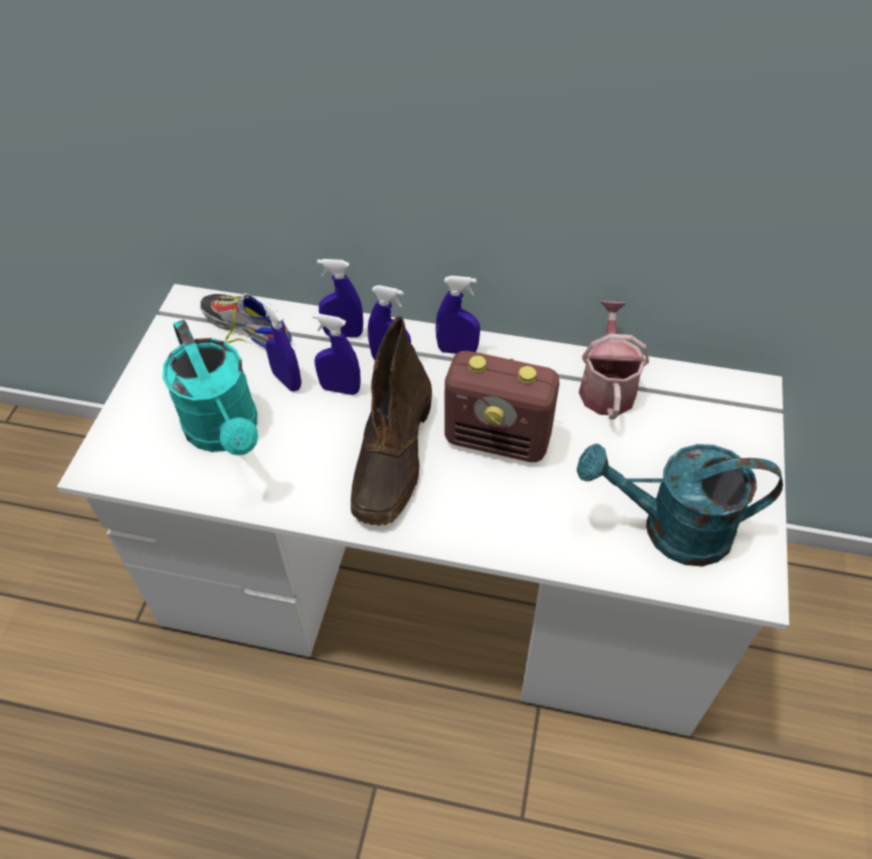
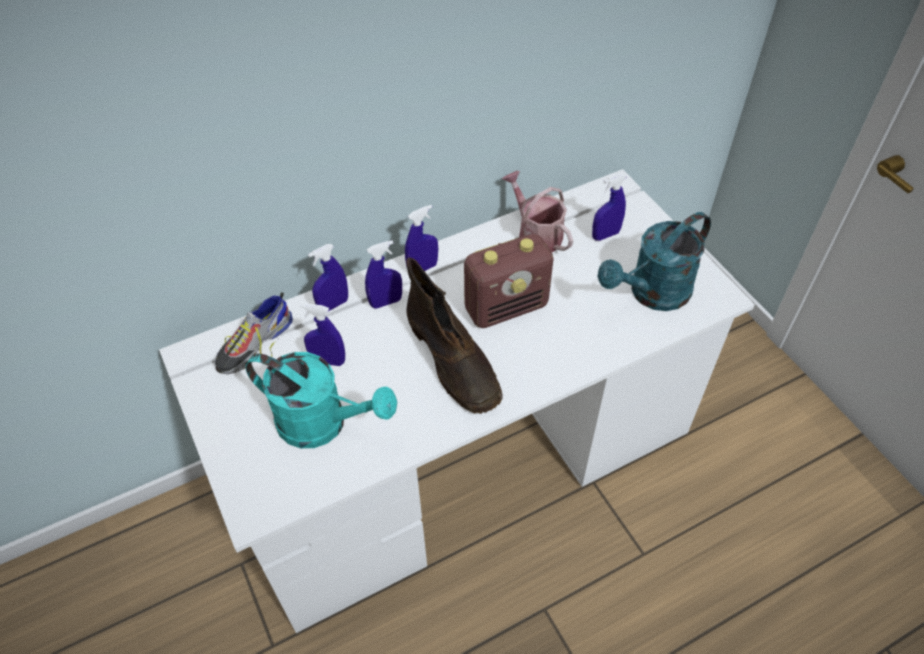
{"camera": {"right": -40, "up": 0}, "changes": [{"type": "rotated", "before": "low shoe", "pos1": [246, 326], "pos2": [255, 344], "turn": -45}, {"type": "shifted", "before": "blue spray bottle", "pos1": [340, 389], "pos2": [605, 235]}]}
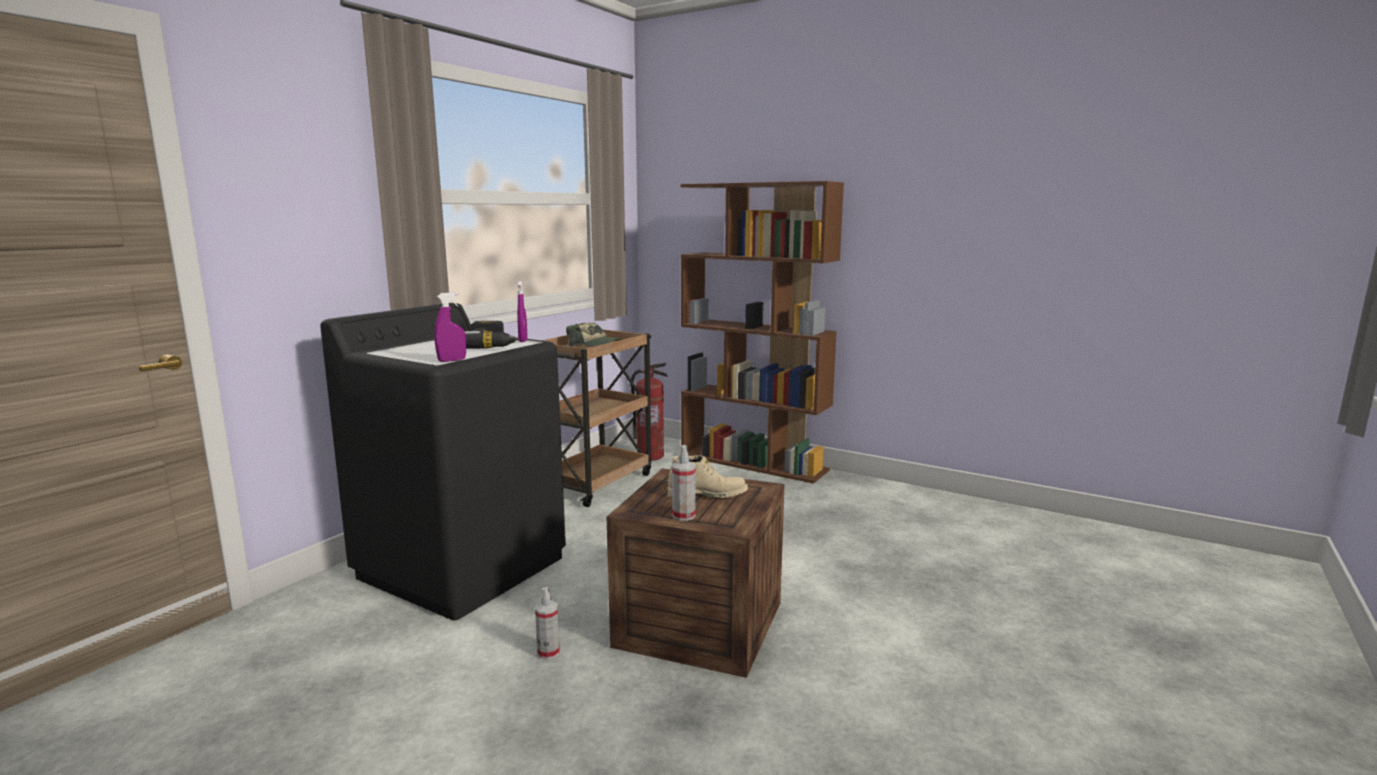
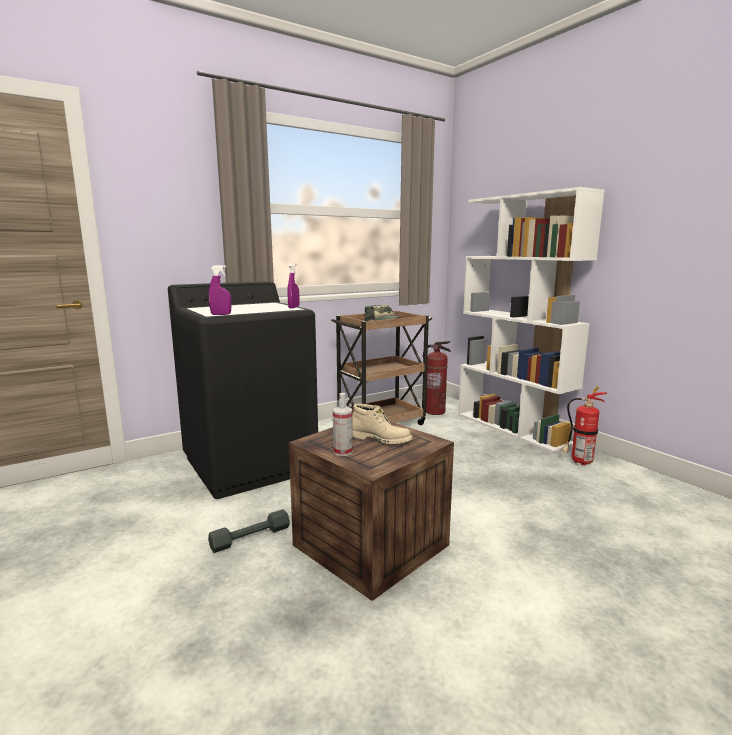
{"camera": {"right": 25, "up": 0}, "changes": [{"type": "repainted", "before": "brownish bookshelf", "after": "white bookshelf", "pos1": [754, 463], "pos2": [513, 428]}, {"type": "gone", "before": "drill", "pos1": [492, 346]}, {"type": "swapped", "before": "spray bottle", "after": "greyish hand weight", "pos1": [548, 652], "pos2": [250, 537]}, {"type": "new", "after": "fire-fighting cylinder", "pos2": [578, 462]}]}
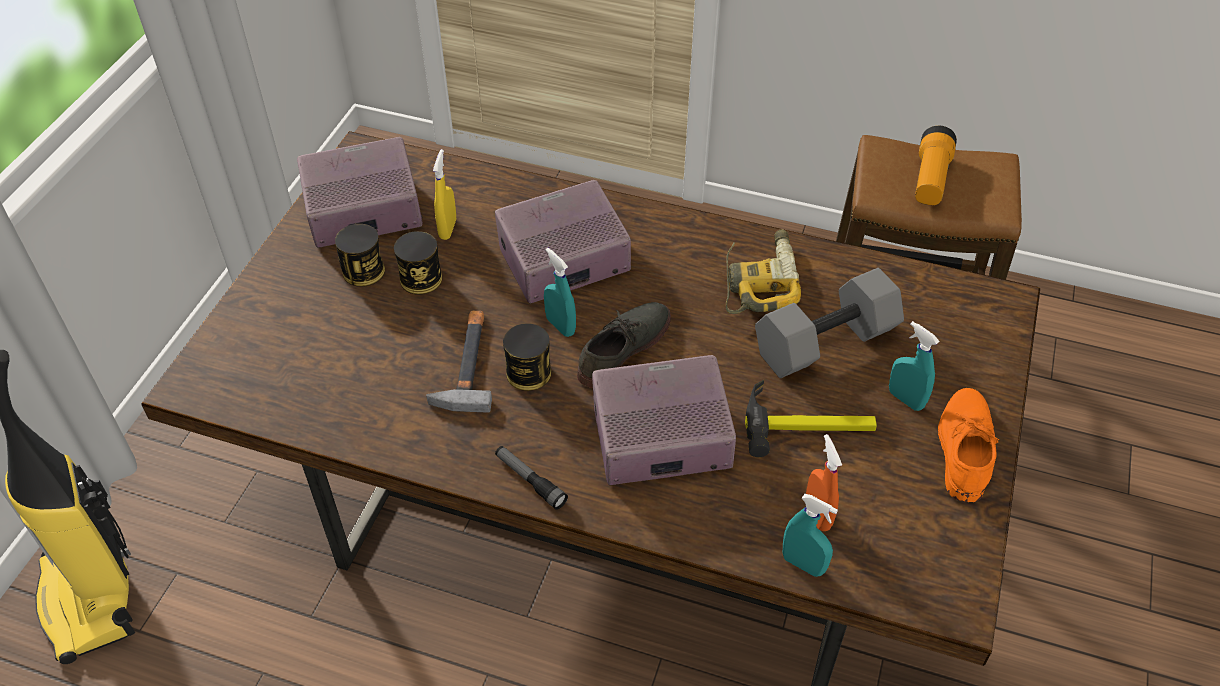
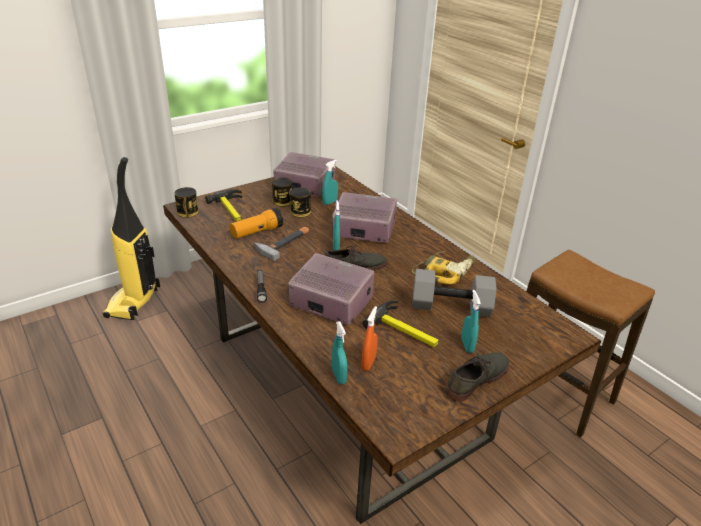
{"camera": {"right": 35, "up": -15}, "changes": [{"type": "shifted", "before": "torch", "pos1": [930, 179], "pos2": [257, 232]}, {"type": "repainted", "before": "yellow-coloured spray bottle", "after": "blue-green spray bottle", "pos1": [448, 229], "pos2": [330, 202]}, {"type": "shifted", "before": "metal can", "pos1": [528, 373], "pos2": [187, 212]}, {"type": "repainted", "before": "orangey low shoe", "after": "greyish low shoe", "pos1": [963, 447], "pos2": [476, 378]}, {"type": "new", "after": "hand hammer", "pos2": [231, 209]}]}
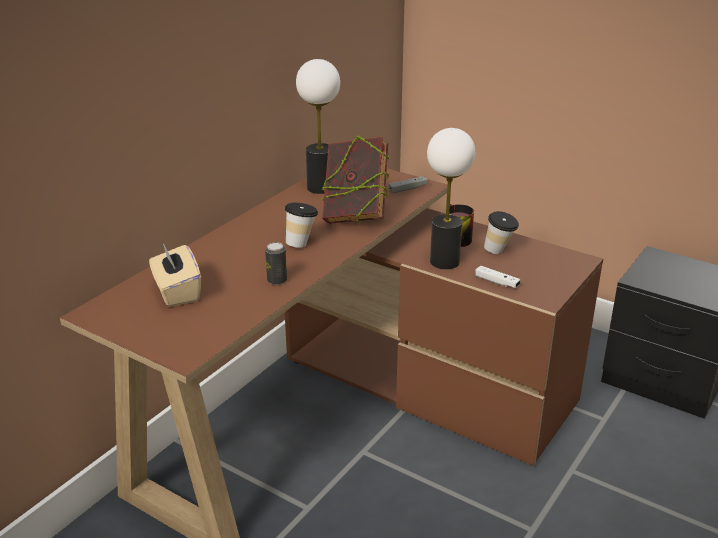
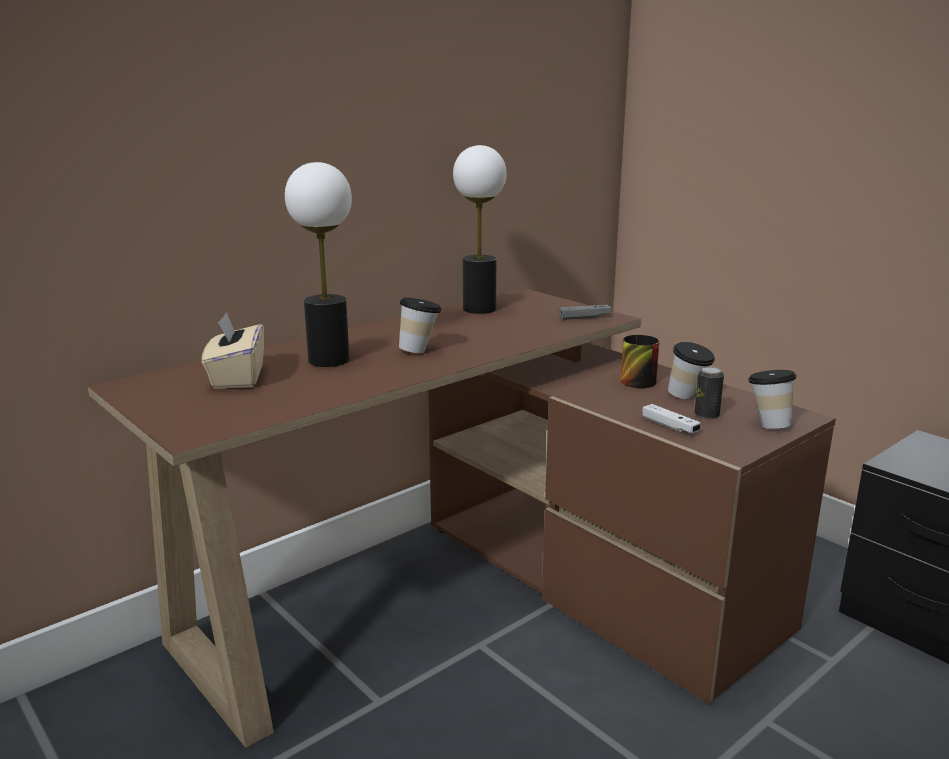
{"camera": {"right": 15, "up": -10}, "changes": [{"type": "shifted", "before": "tabletop lamp", "pos1": [445, 262], "pos2": [329, 360]}, {"type": "gone", "before": "bound book", "pos1": [355, 216]}, {"type": "shifted", "before": "metal can", "pos1": [277, 280], "pos2": [706, 415]}, {"type": "new", "after": "drinking cup", "pos2": [767, 425]}]}
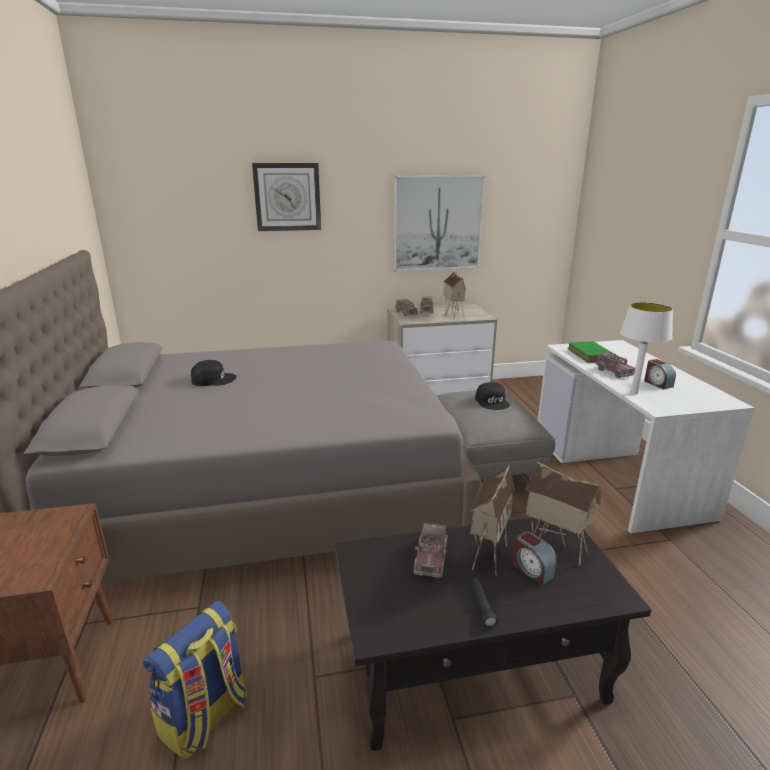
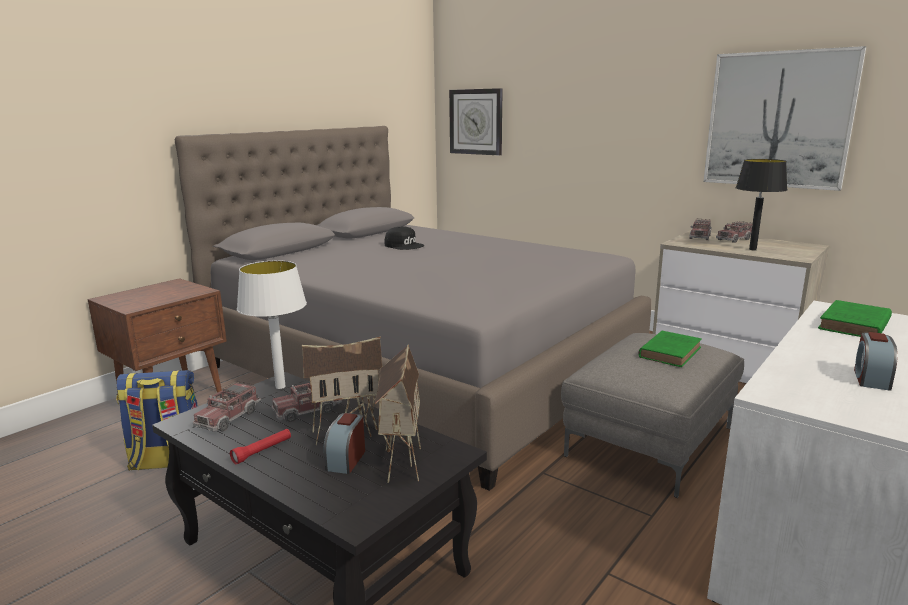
{"camera": {"right": 50, "up": -5}, "changes": [{"type": "shifted", "before": "wall clock", "pos1": [287, 197], "pos2": [476, 122]}, {"type": "swapped", "before": "toy house", "after": "blackish tabletop lamp", "pos1": [453, 316], "pos2": [752, 249]}, {"type": "shifted", "before": "white tabletop lamp", "pos1": [633, 393], "pos2": [280, 386]}, {"type": "shifted", "before": "toy truck", "pos1": [614, 372], "pos2": [228, 418]}, {"type": "swapped", "before": "blackish baseball cap", "after": "greenish bound book", "pos1": [492, 401], "pos2": [670, 352]}, {"type": "repainted", "before": "blackish torch", "after": "red-coloured torch", "pos1": [482, 606], "pos2": [262, 451]}]}
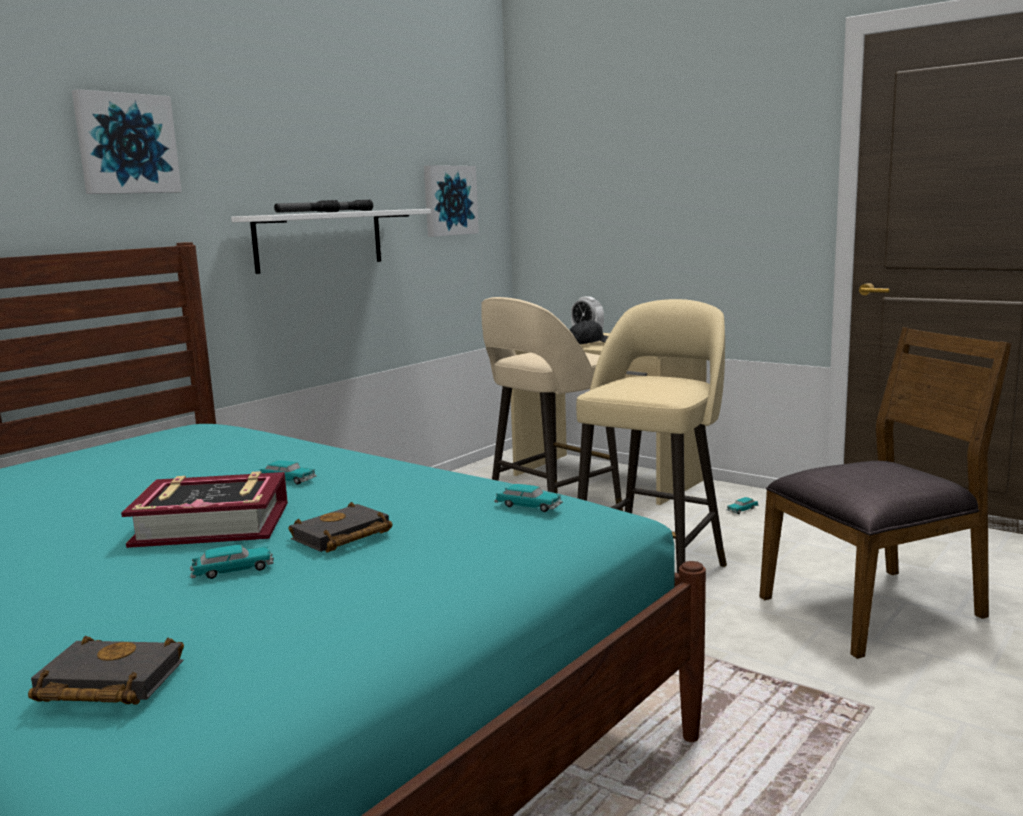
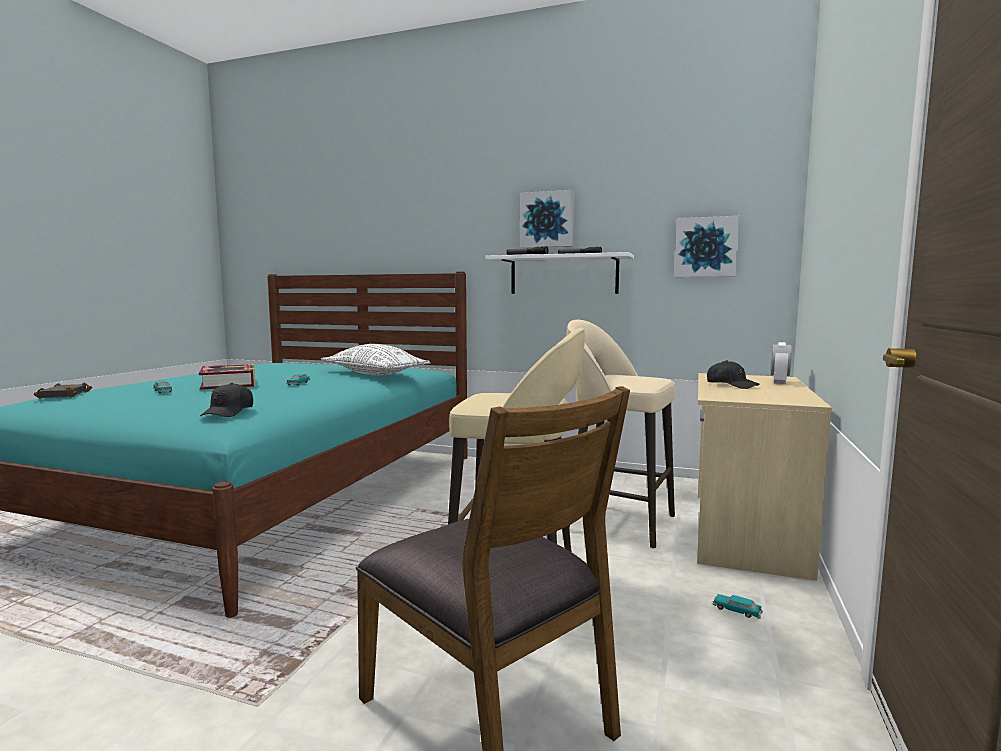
{"camera": {"right": 70, "up": -5}, "changes": [{"type": "shifted", "before": "picture", "pos1": [126, 144], "pos2": [547, 219]}, {"type": "swapped", "before": "toy car", "after": "blackish baseball cap", "pos1": [528, 506], "pos2": [229, 412]}, {"type": "gone", "before": "blackish bound book", "pos1": [341, 537]}, {"type": "new", "after": "white cushion", "pos2": [374, 374]}]}
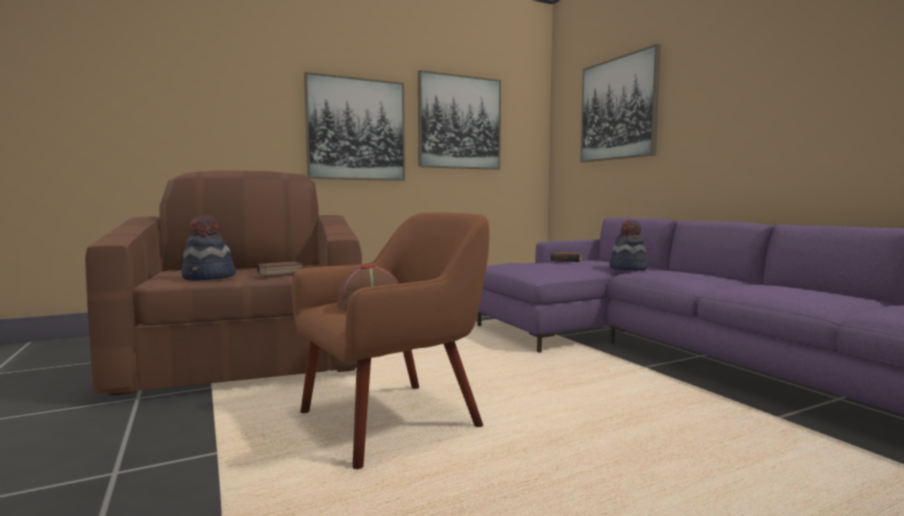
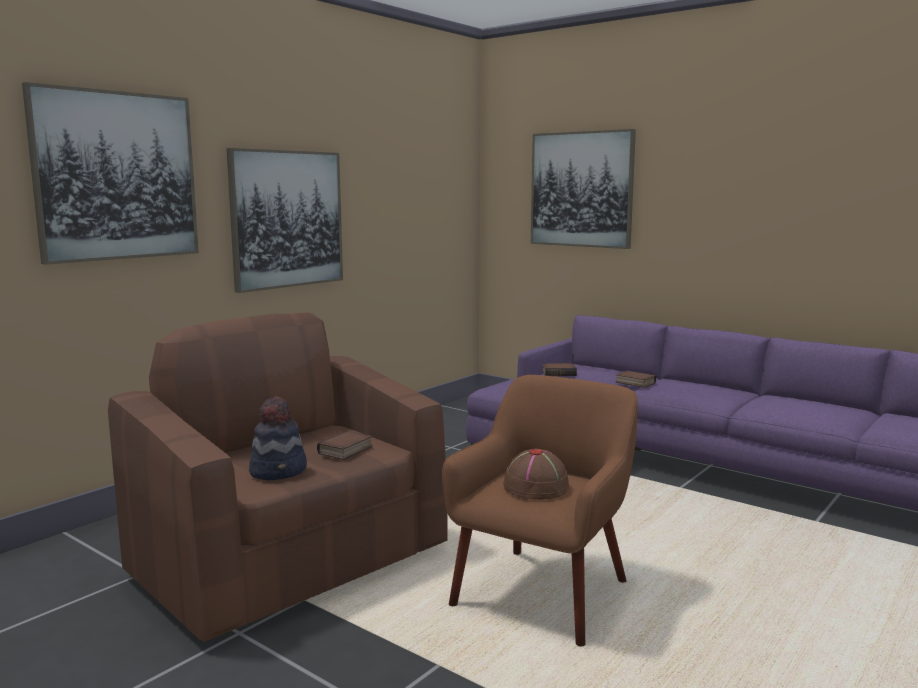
{"camera": {"right": -25, "up": 5}, "changes": [{"type": "shifted", "before": "picture", "pos1": [459, 122], "pos2": [116, 176]}, {"type": "swapped", "before": "hat", "after": "bound book", "pos1": [627, 268], "pos2": [634, 383]}]}
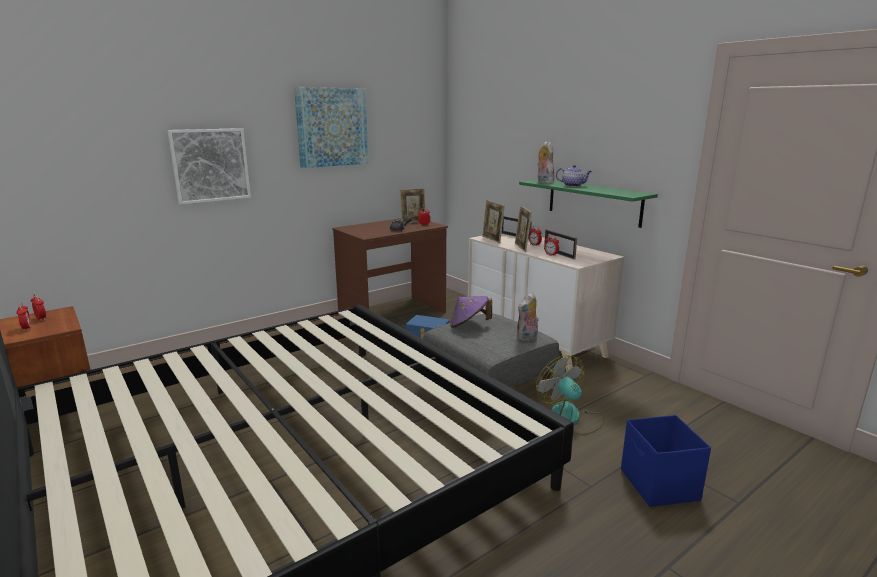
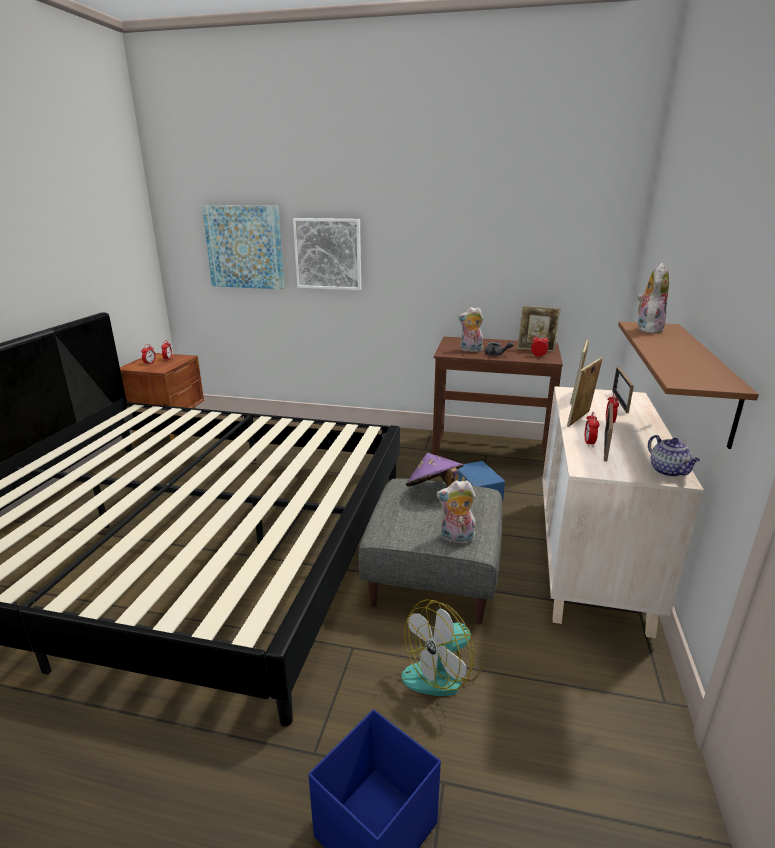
{"camera": {"right": 50, "up": 5}, "changes": [{"type": "shifted", "before": "picture", "pos1": [332, 127], "pos2": [245, 247]}, {"type": "shifted", "before": "tea pot", "pos1": [573, 185], "pos2": [669, 471]}, {"type": "repainted", "before": "greenish shelf", "after": "brownish shelf", "pos1": [593, 202], "pos2": [704, 380]}, {"type": "rotated", "before": "electric fan", "pos1": [571, 419], "pos2": [443, 671], "turn": -150}, {"type": "new", "after": "soft toy", "pos2": [470, 350]}]}
